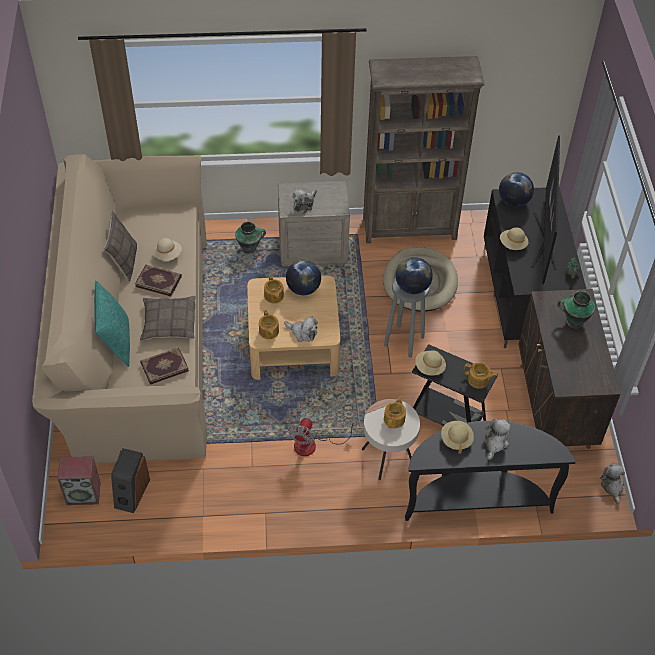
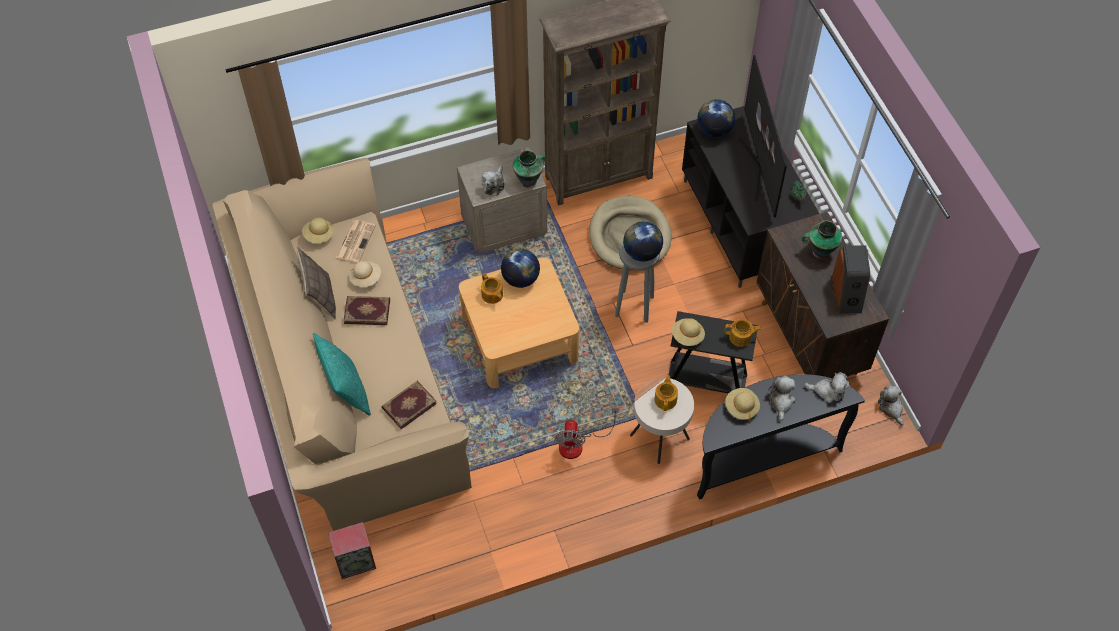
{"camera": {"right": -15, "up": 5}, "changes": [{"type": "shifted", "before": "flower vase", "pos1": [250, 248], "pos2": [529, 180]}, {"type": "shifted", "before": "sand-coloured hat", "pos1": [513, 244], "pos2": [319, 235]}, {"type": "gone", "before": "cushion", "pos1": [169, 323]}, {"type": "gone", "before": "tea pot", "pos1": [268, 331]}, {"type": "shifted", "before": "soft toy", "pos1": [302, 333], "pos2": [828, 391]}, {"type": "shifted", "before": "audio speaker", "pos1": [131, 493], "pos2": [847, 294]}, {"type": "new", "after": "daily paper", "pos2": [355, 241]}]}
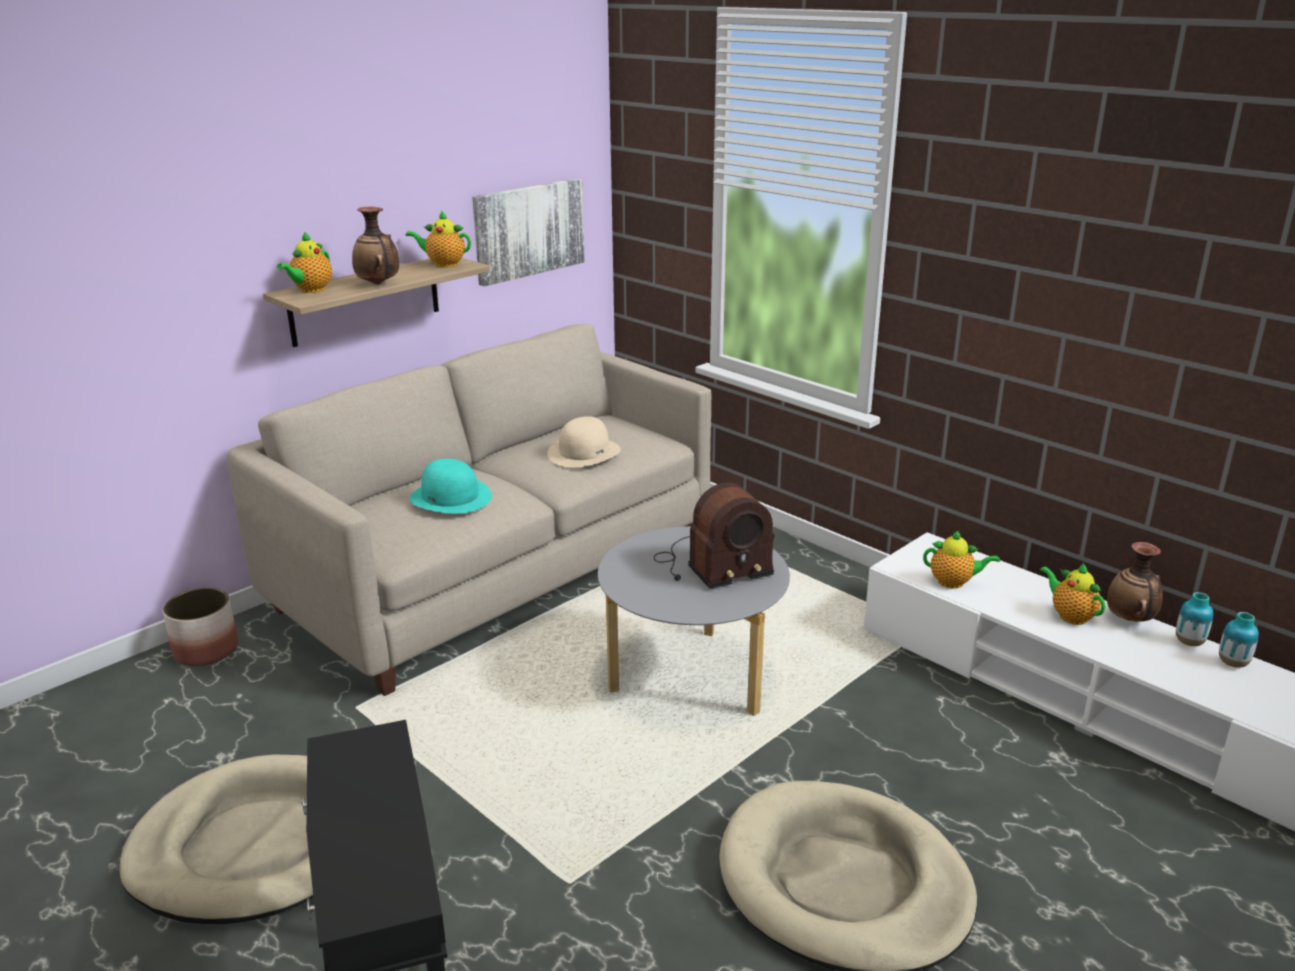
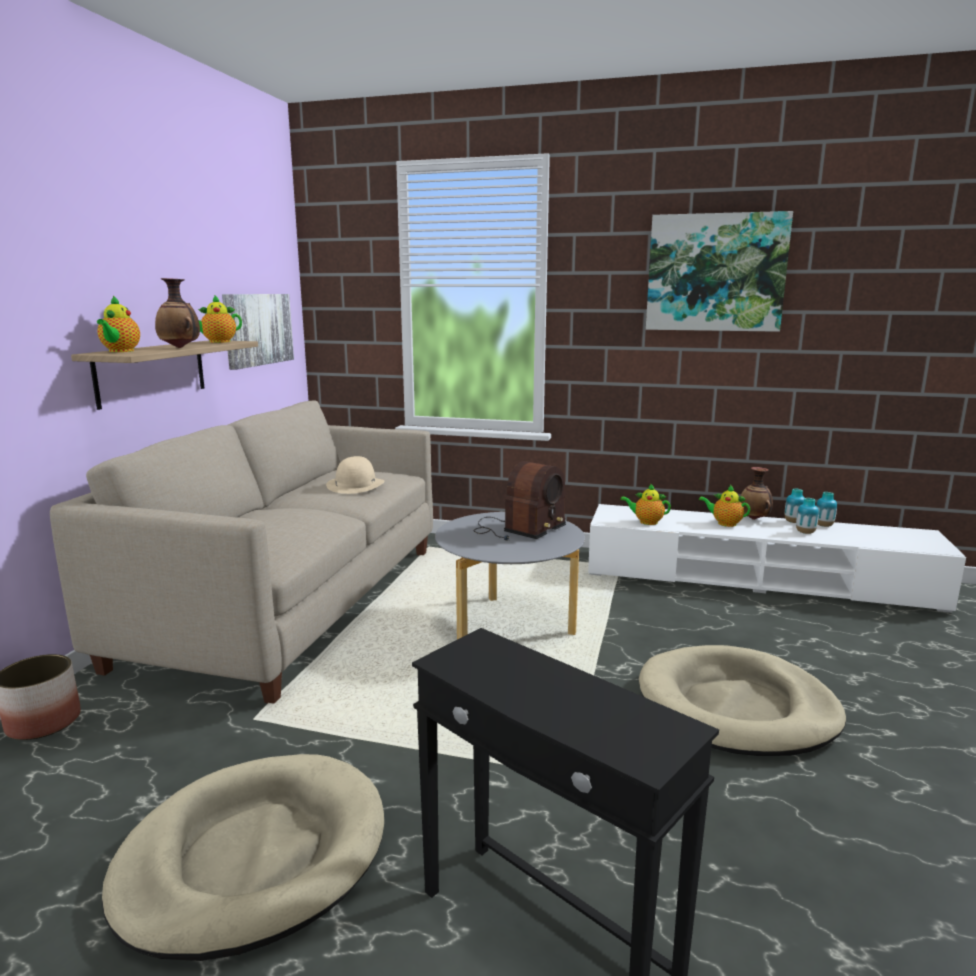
{"camera": {"right": -30, "up": -10}, "changes": [{"type": "gone", "before": "blue-green hat", "pos1": [451, 497]}, {"type": "rotated", "before": "tea pot", "pos1": [954, 582], "pos2": [646, 522], "turn": -150}, {"type": "new", "after": "picture", "pos2": [715, 273]}, {"type": "new", "after": "flower vase", "pos2": [805, 532]}]}
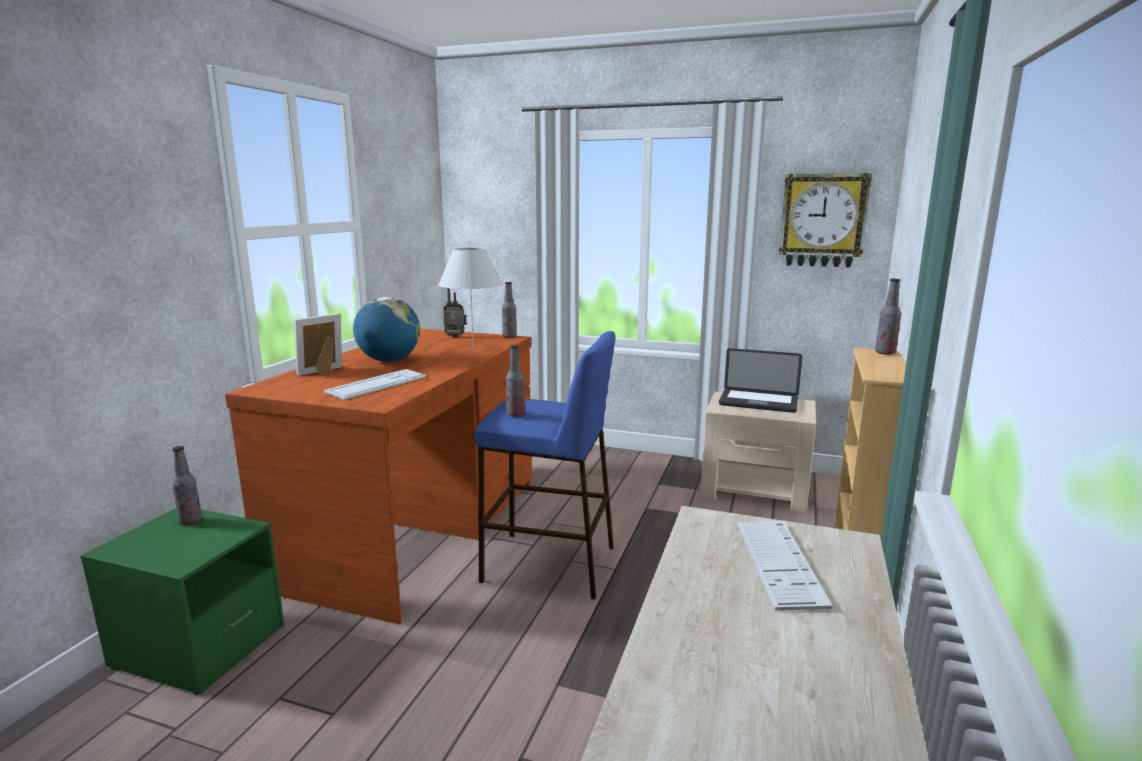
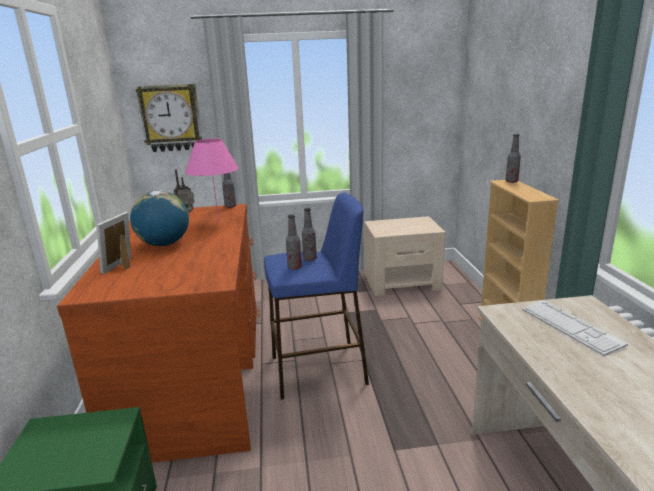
{"camera": {"right": -25, "up": 5}, "changes": [{"type": "shifted", "before": "wall clock", "pos1": [823, 220], "pos2": [171, 118]}, {"type": "repainted", "before": "white tabletop lamp", "after": "pinkish tabletop lamp", "pos1": [473, 349], "pos2": [218, 222]}, {"type": "gone", "before": "notebook computer", "pos1": [758, 402]}, {"type": "gone", "before": "computer keyboard", "pos1": [377, 385]}, {"type": "shifted", "before": "bottle", "pos1": [190, 521], "pos2": [310, 259]}]}
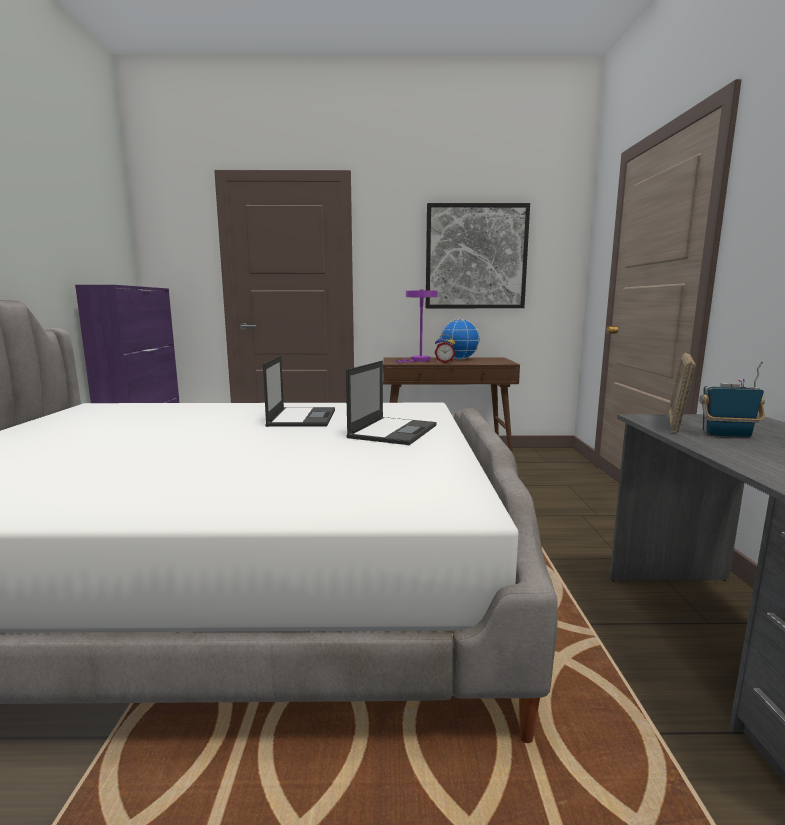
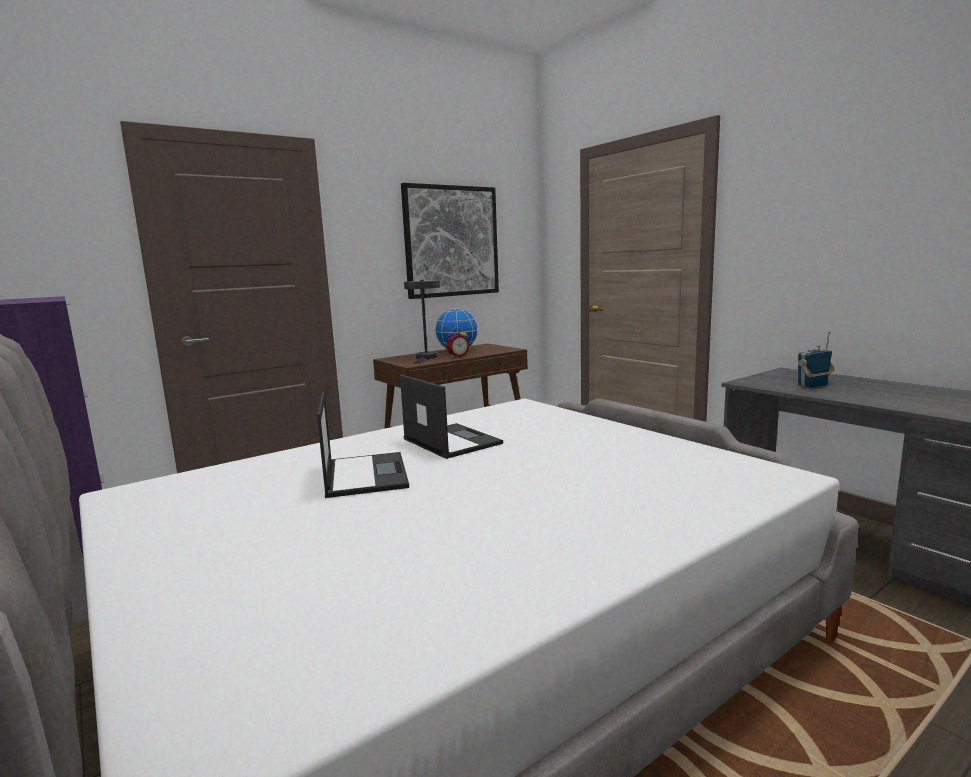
{"camera": {"right": -35, "up": 0}, "changes": [{"type": "repainted", "before": "purple-coloured tabletop lamp", "after": "greyish tabletop lamp", "pos1": [418, 360], "pos2": [425, 358]}, {"type": "gone", "before": "photo frame", "pos1": [676, 424]}, {"type": "shifted", "before": "notebook computer", "pos1": [393, 431], "pos2": [365, 474]}]}
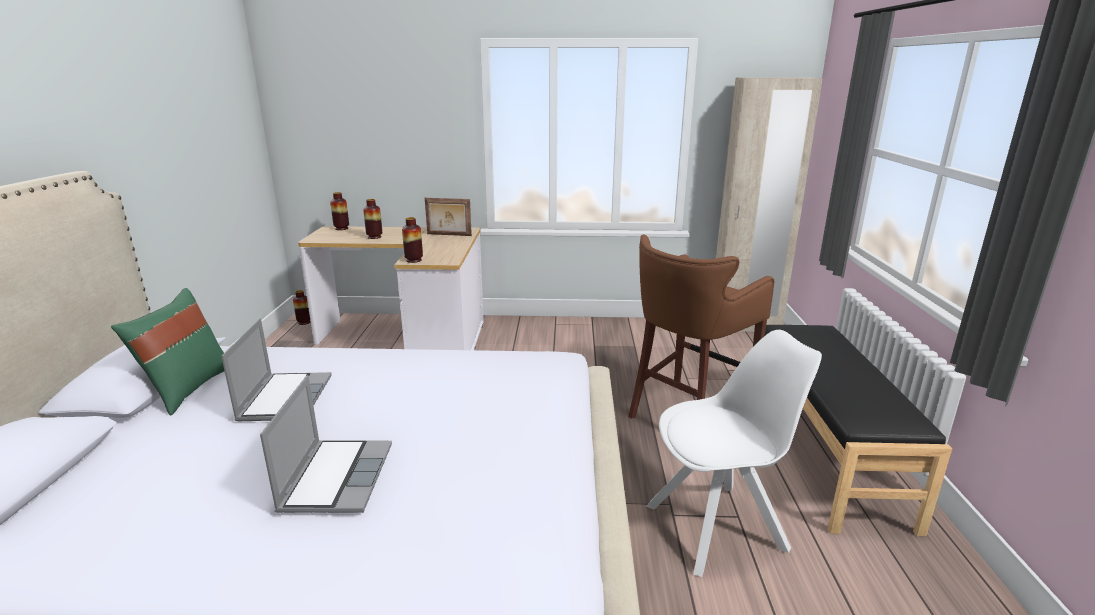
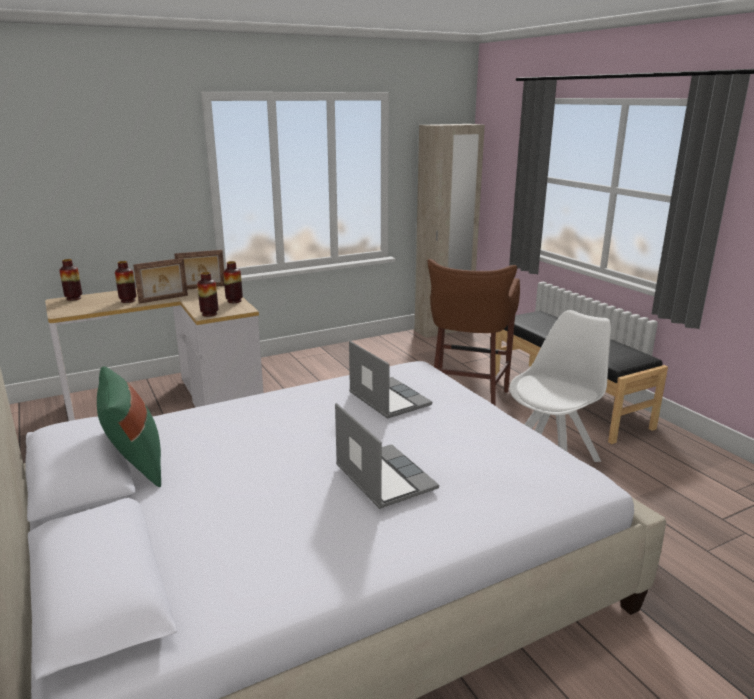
{"camera": {"right": -30, "up": 0}, "changes": [{"type": "shifted", "before": "flower vase", "pos1": [304, 322], "pos2": [234, 301]}, {"type": "shifted", "before": "notebook computer", "pos1": [285, 398], "pos2": [387, 399]}, {"type": "new", "after": "photo frame", "pos2": [164, 299]}]}
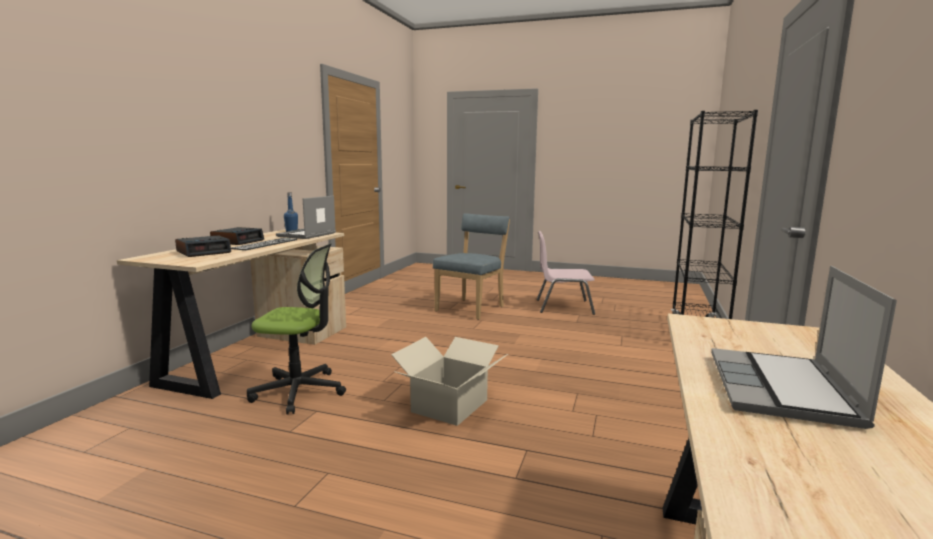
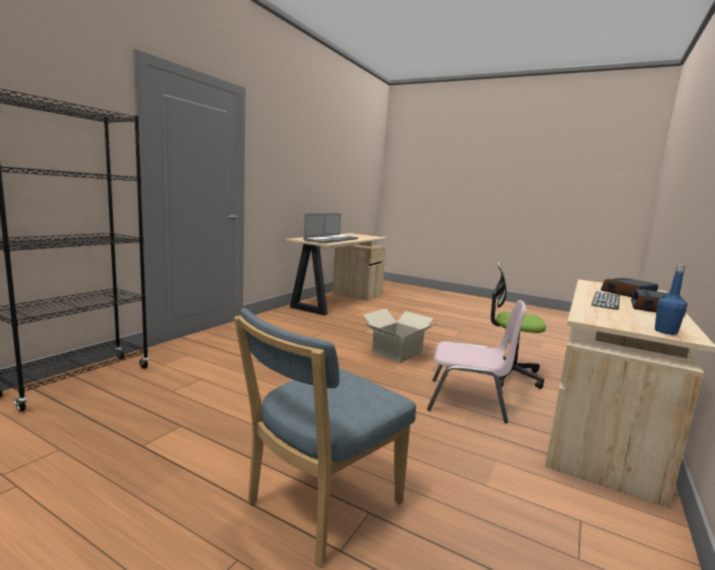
{"camera": {"right": -170, "up": 0}, "changes": [{"type": "shifted", "before": "notebook computer", "pos1": [307, 235], "pos2": [323, 241]}, {"type": "shifted", "before": "pinkish plain chair", "pos1": [563, 307], "pos2": [468, 401]}]}
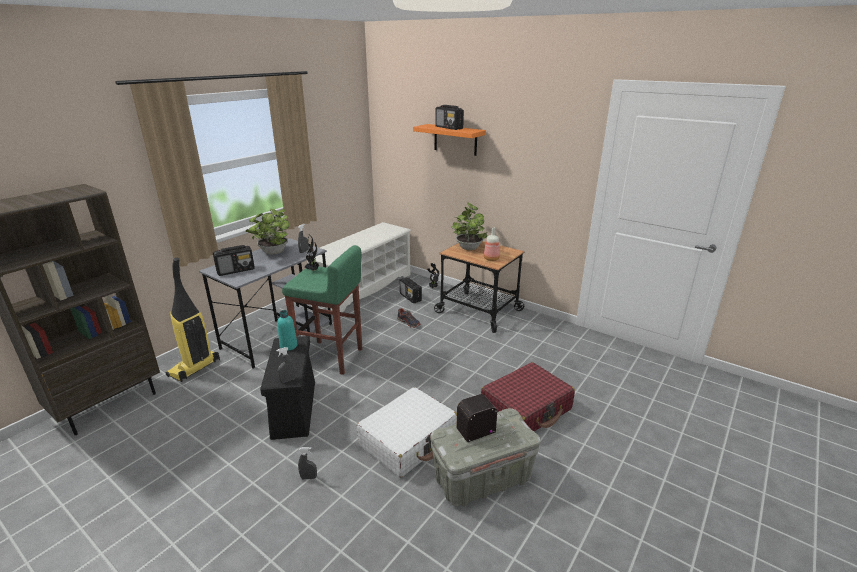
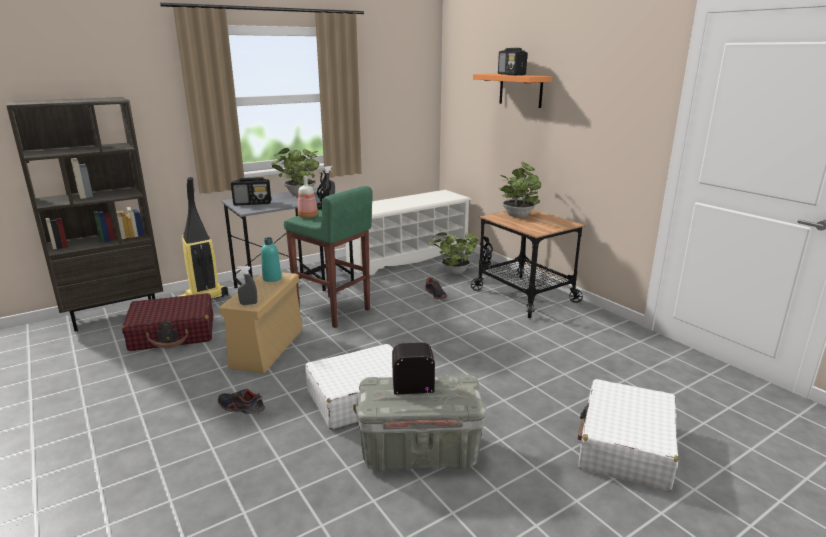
{"camera": {"right": 20, "up": -5}, "changes": [{"type": "shifted", "before": "bottle", "pos1": [491, 258], "pos2": [308, 216]}, {"type": "swapped", "before": "radio set", "after": "potted plant", "pos1": [410, 297], "pos2": [453, 272]}, {"type": "repainted", "before": "blackish storage container", "after": "sand-coloured storage container", "pos1": [294, 408], "pos2": [268, 347]}, {"type": "shifted", "before": "red-coloured suitcase", "pos1": [526, 409], "pos2": [173, 333]}, {"type": "swapped", "before": "greyish spray bottle", "after": "low shoe", "pos1": [308, 477], "pos2": [241, 408]}, {"type": "new", "after": "white suitcase", "pos2": [625, 446]}]}
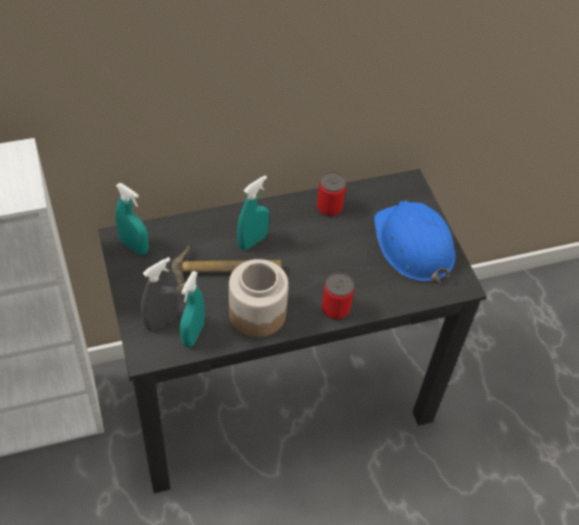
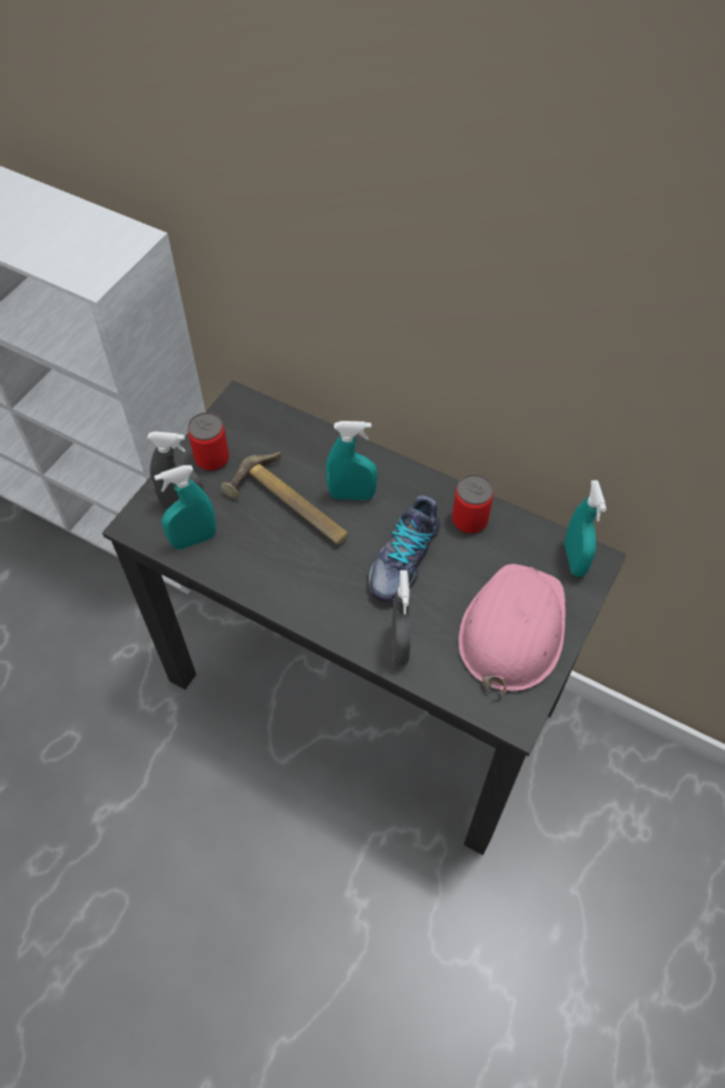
{"camera": {"right": 50, "up": 5}, "changes": [{"type": "shifted", "before": "blue-green spray bottle", "pos1": [134, 246], "pos2": [574, 559]}, {"type": "repainted", "before": "blue work helmet", "after": "pinkish work helmet", "pos1": [413, 245], "pos2": [512, 630]}, {"type": "gone", "before": "jar", "pos1": [257, 313]}, {"type": "shifted", "before": "metal can", "pos1": [335, 309], "pos2": [212, 459]}, {"type": "new", "after": "low shoe", "pos2": [403, 558]}, {"type": "new", "after": "greyish spray bottle", "pos2": [400, 645]}]}
